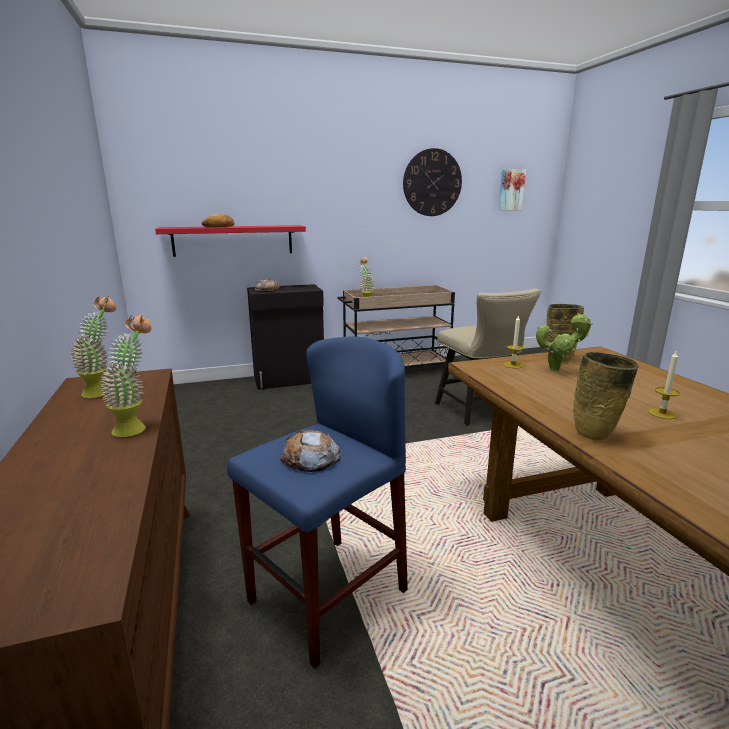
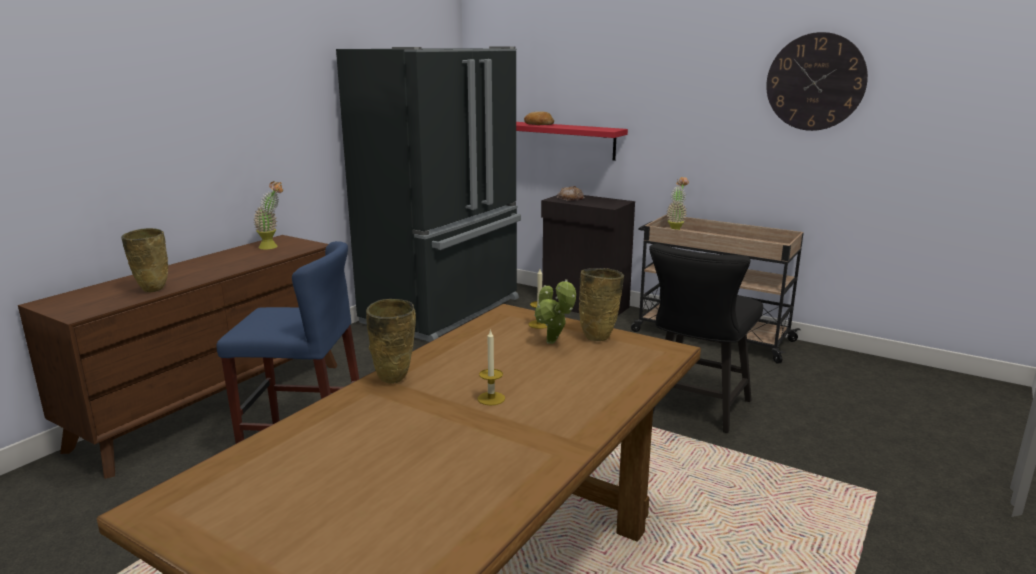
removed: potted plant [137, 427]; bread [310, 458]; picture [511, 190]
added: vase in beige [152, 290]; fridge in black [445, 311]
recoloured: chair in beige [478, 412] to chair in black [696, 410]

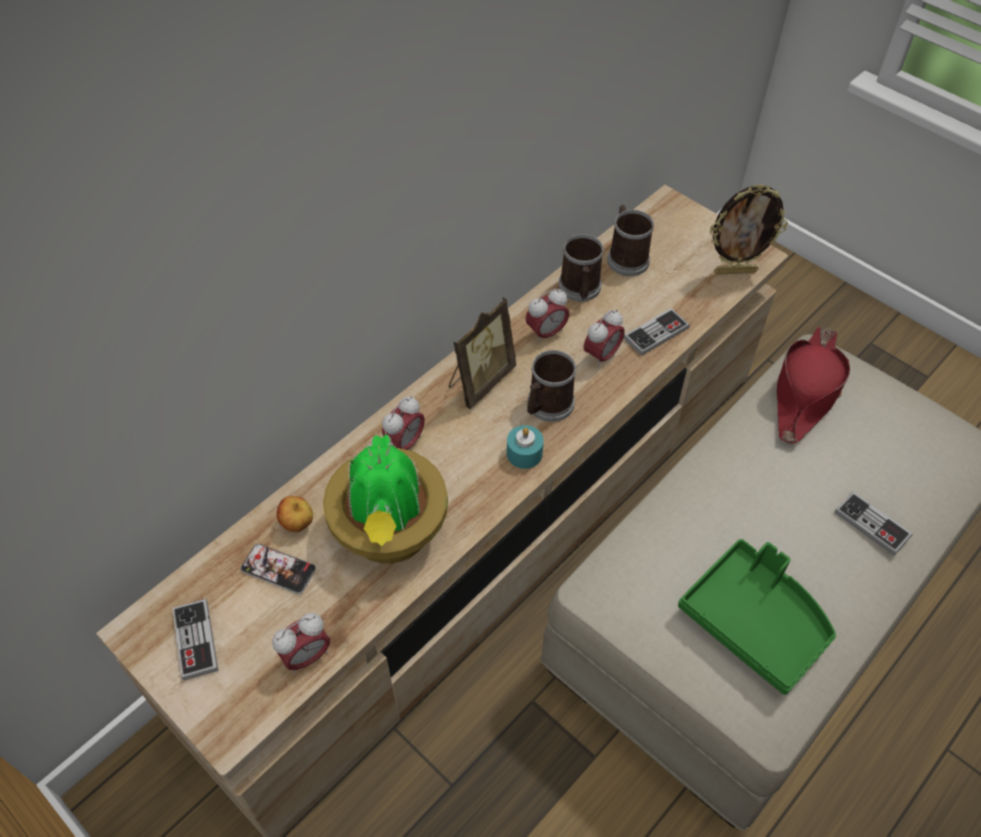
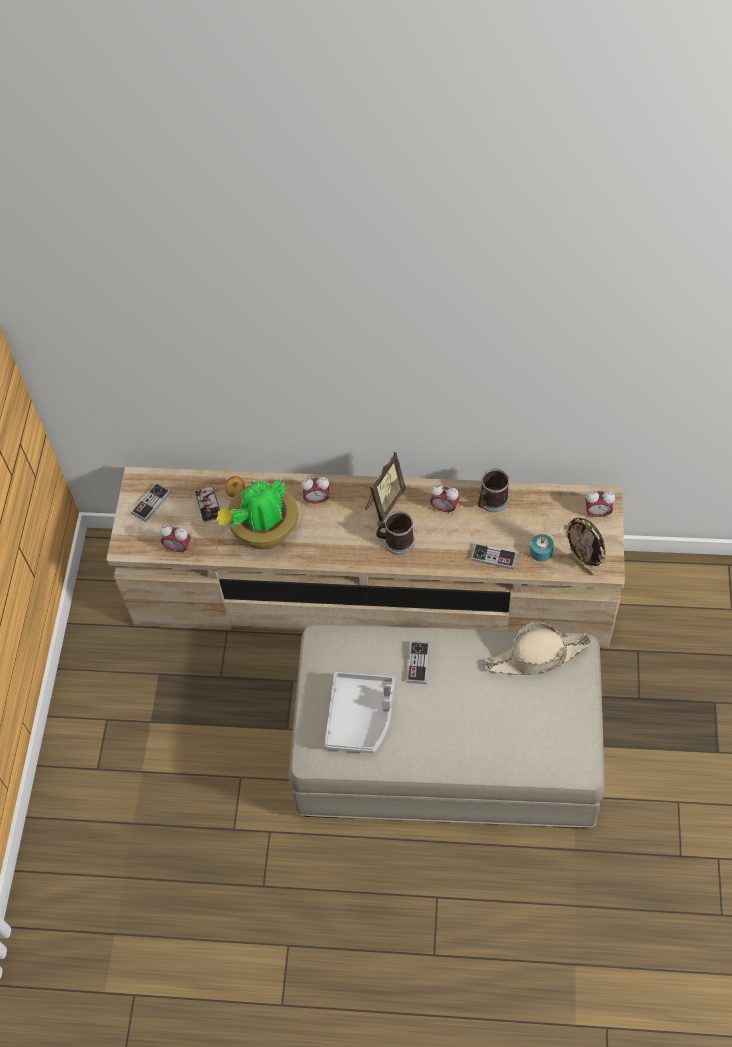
removed: mug [626, 257]
moved: game controller [872, 524] to [418, 663]; candle in turquoise [524, 453] to [541, 551]; alarm clock [601, 356] to [597, 513]
recoloured: tray in green [755, 621] to tray in grey [361, 717]; hat in red [805, 391] to hat in beige [537, 656]
turned: picture frame [479, 381] = [384, 502] 60 degrees counterclockwise

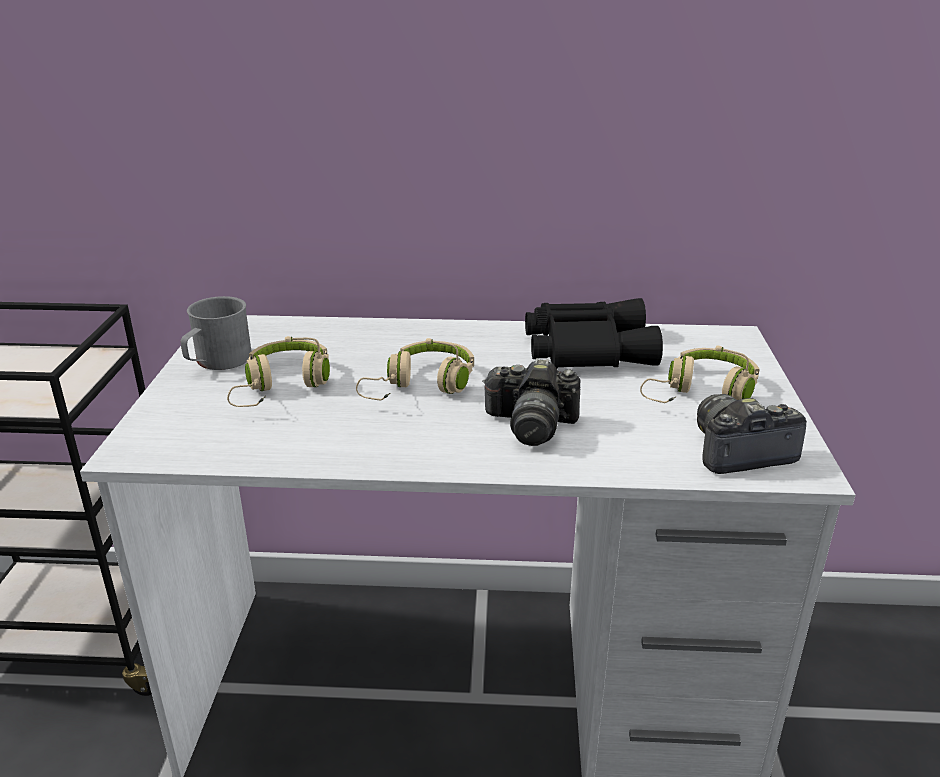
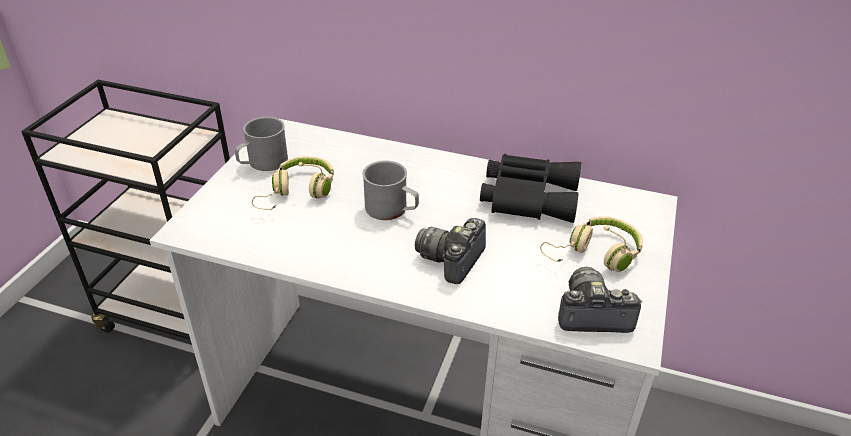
replaced: headphones in beige [422, 386] to mug in grey [392, 210]
turned: photo camera [531, 425] = [452, 260] 90 degrees clockwise

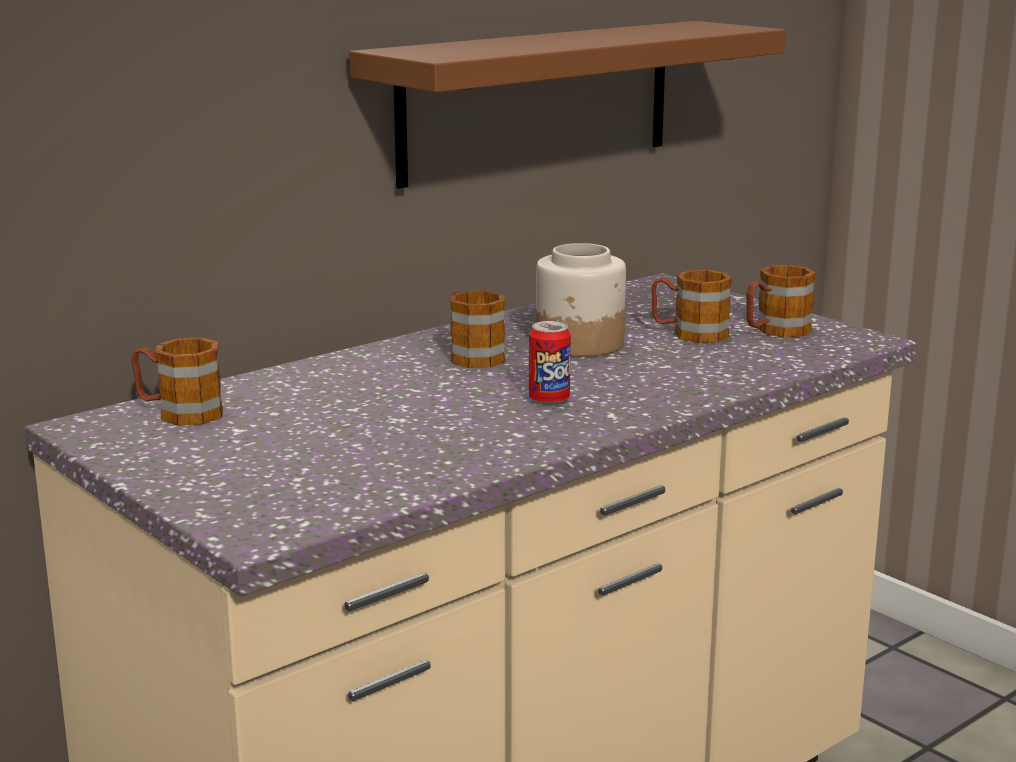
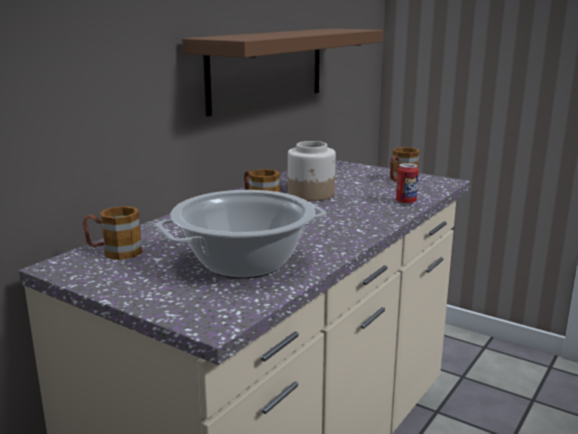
removed: mug [689, 334]
added: cooking pot [244, 263]
moved: can [549, 400] to [405, 202]

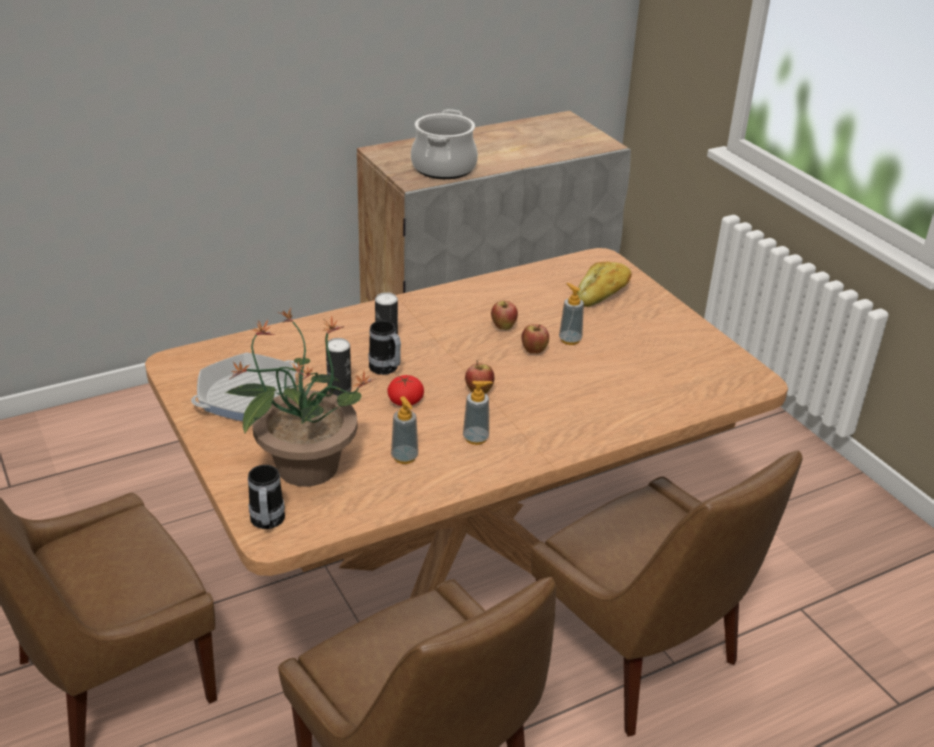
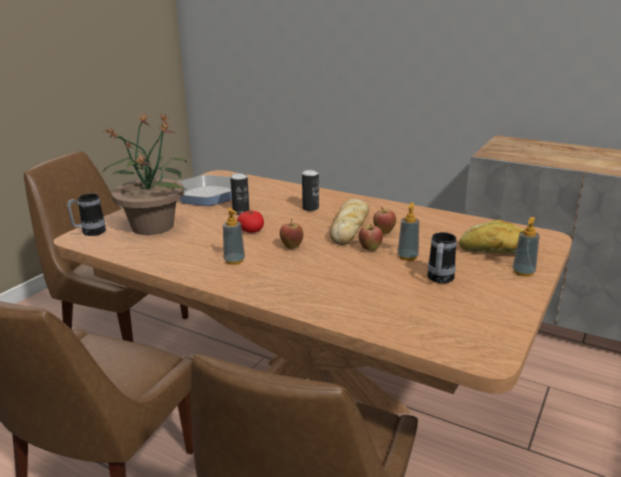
removed: cooking pot [443, 168]
added: bread [350, 227]
moved: mug [386, 370] to [439, 280]; soap dispenser [404, 457] to [523, 272]

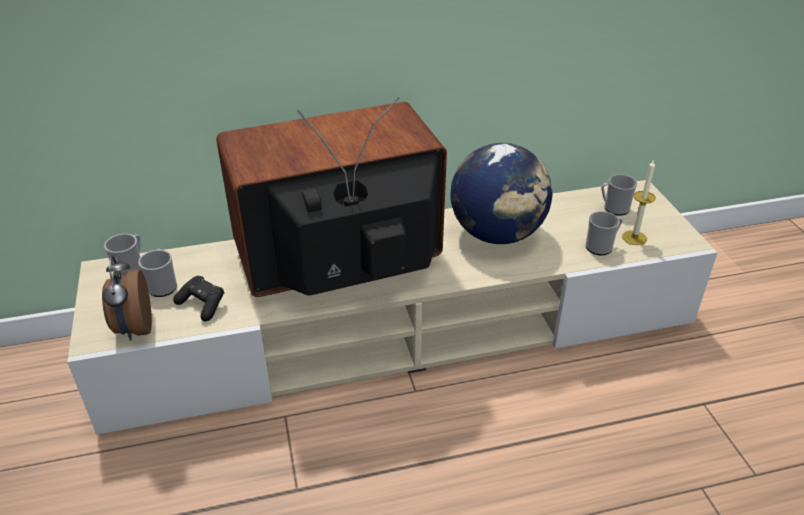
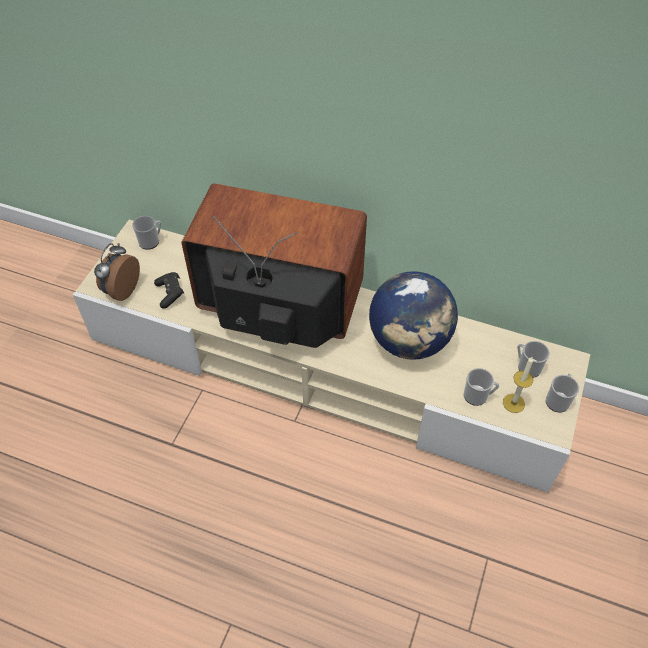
moved: mug [163, 285] to [558, 400]

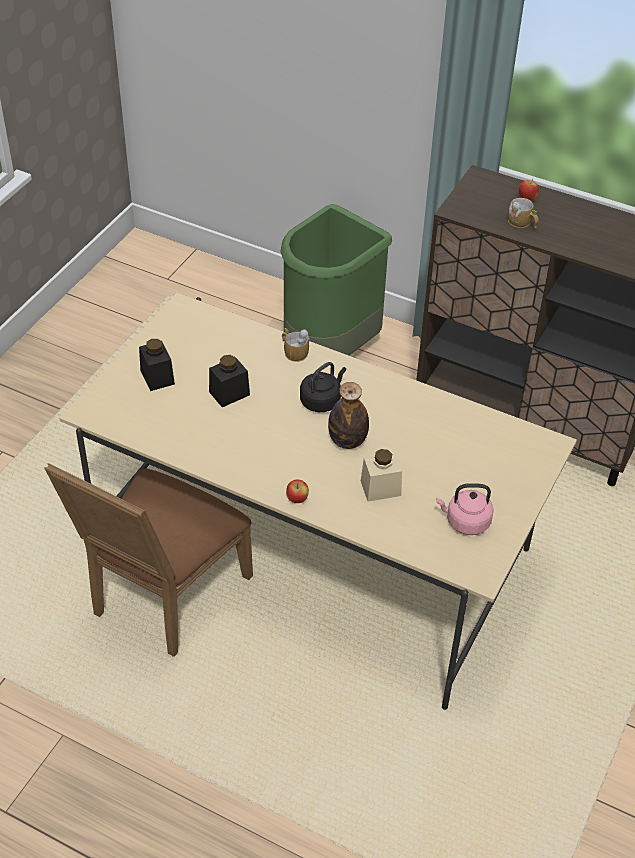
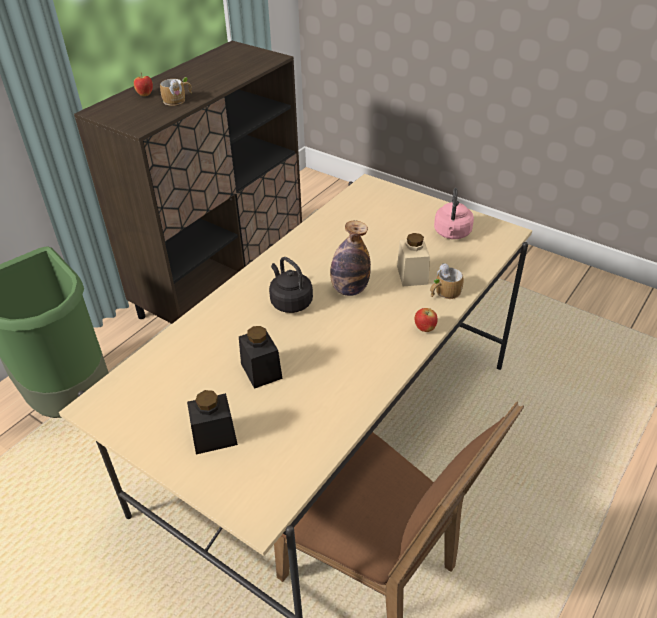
moved: mug [294, 351] to [444, 293]

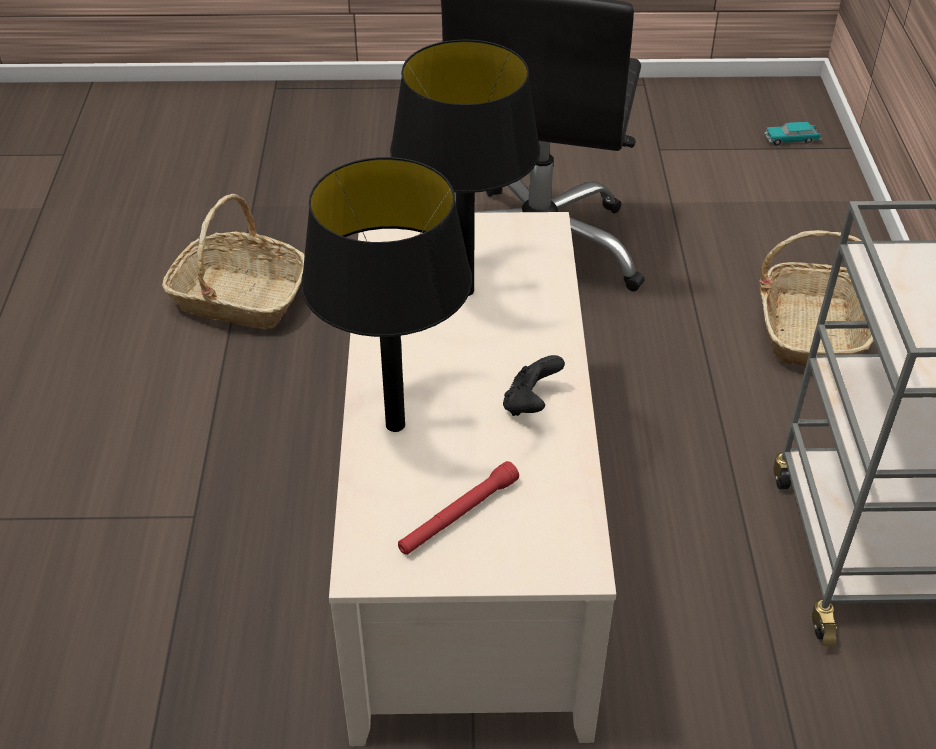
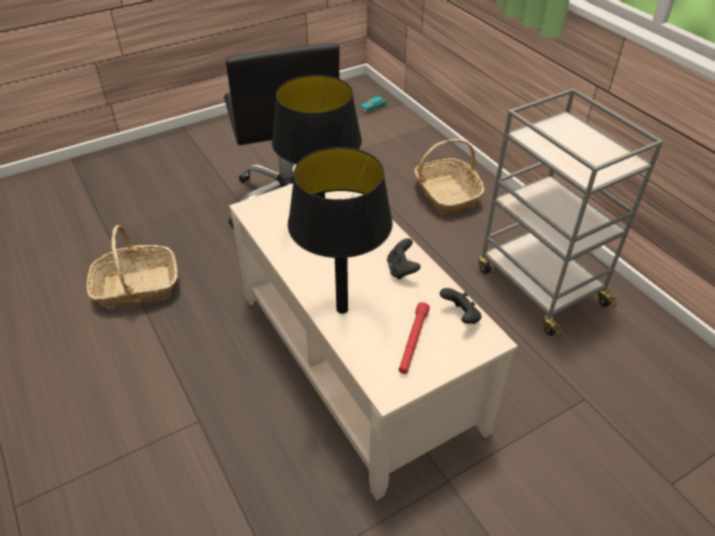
added: game controller in black [461, 316]

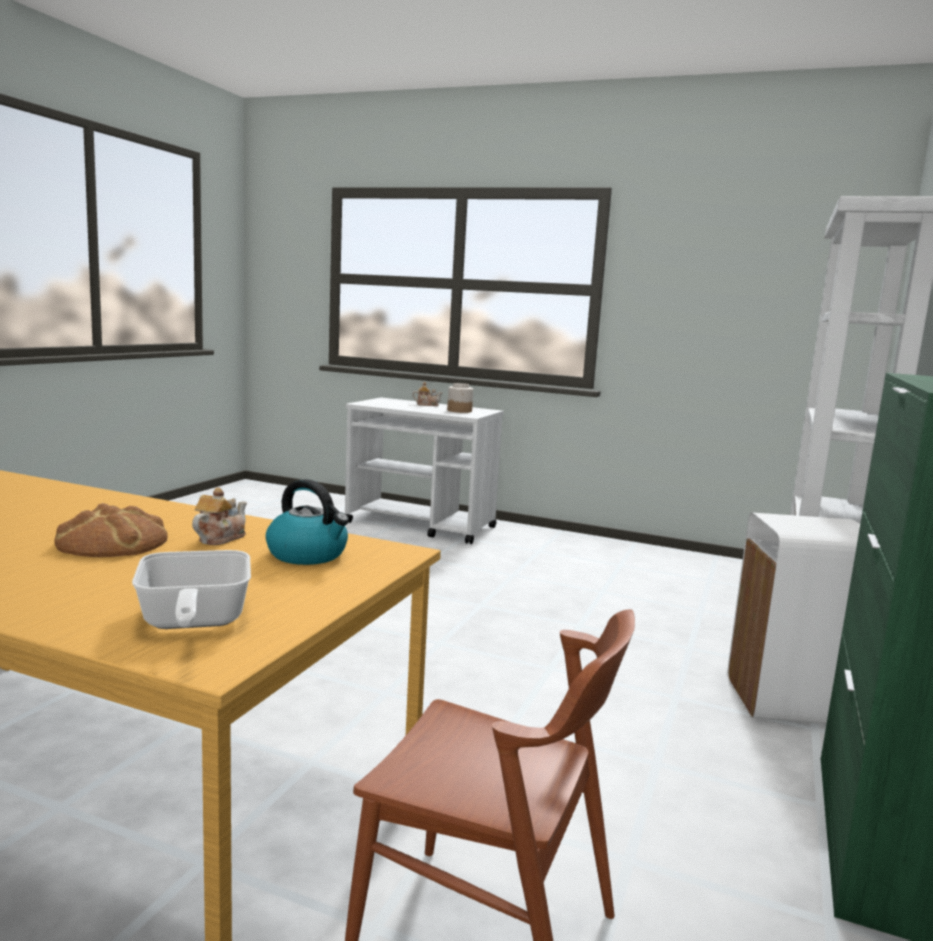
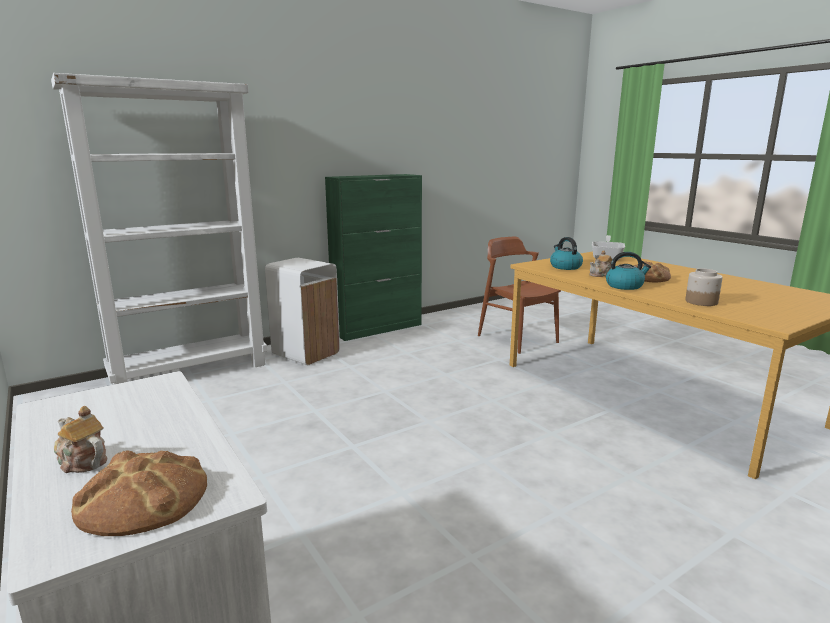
added: bread [143, 497]; kettle [625, 286]
moved: jar [459, 411] to [701, 302]

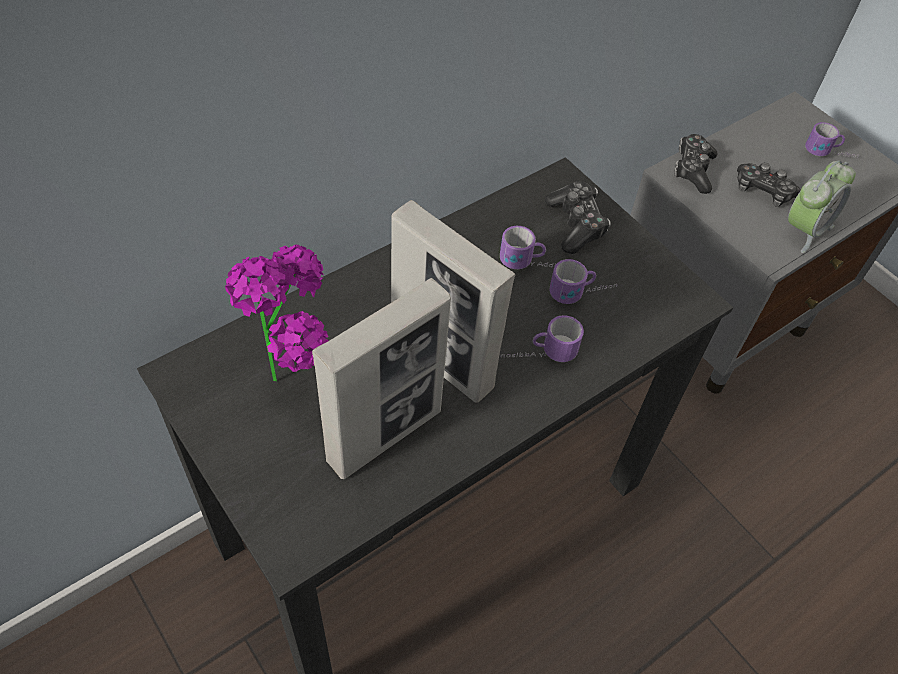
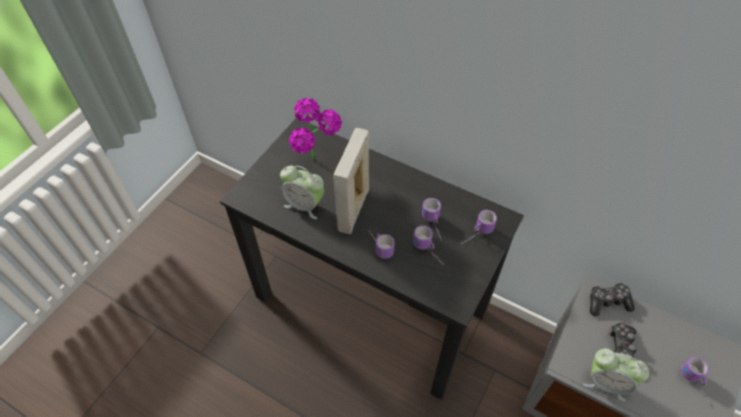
replaced: picture frame [385, 435] to alarm clock [304, 205]; game controller [576, 224] to mug [476, 235]

